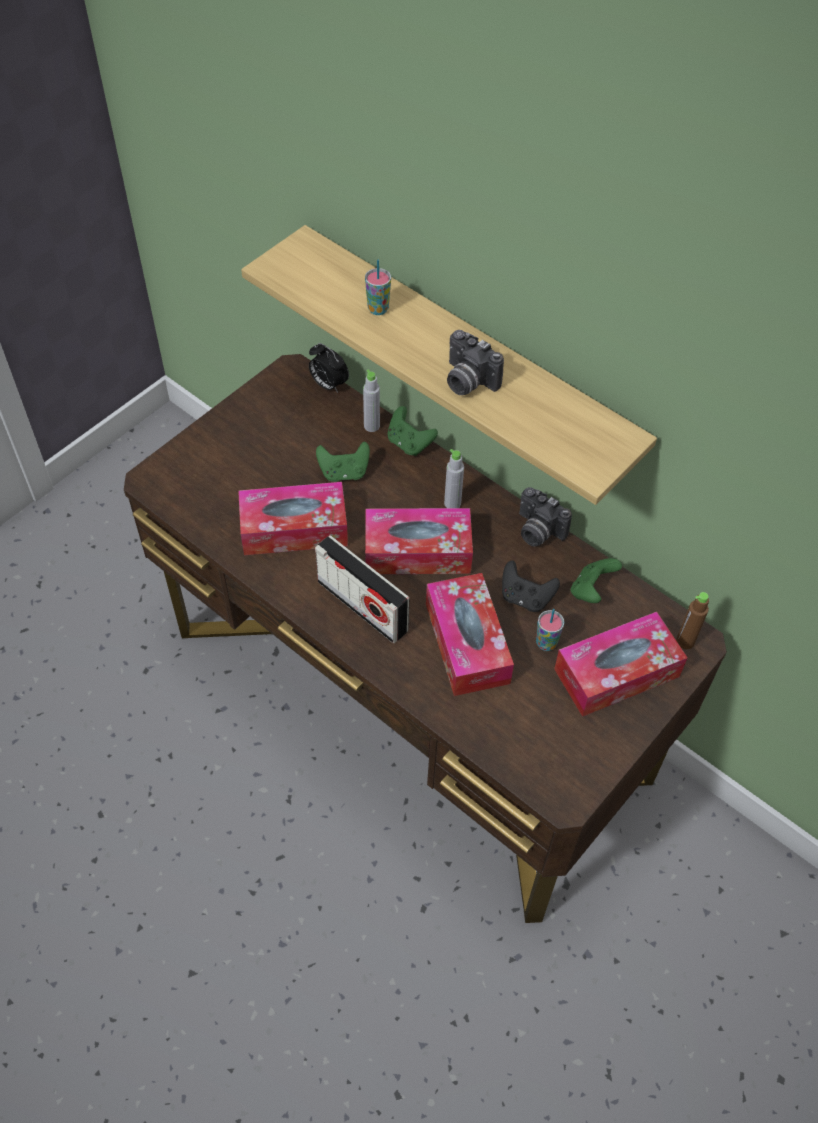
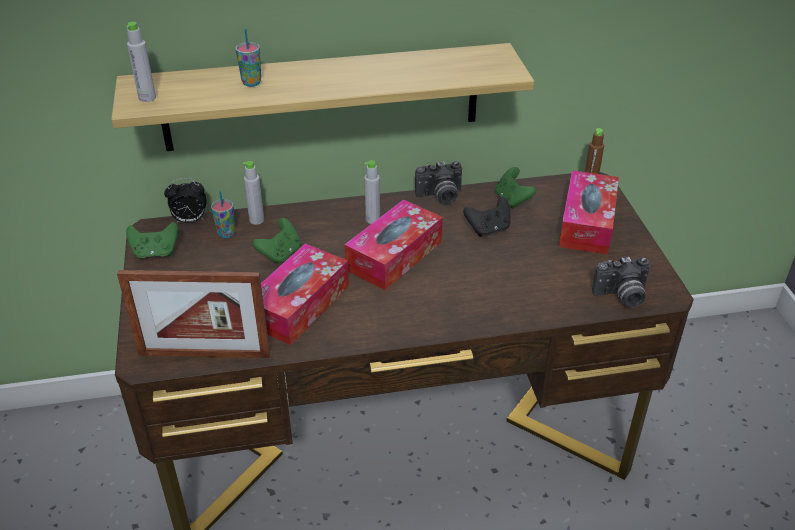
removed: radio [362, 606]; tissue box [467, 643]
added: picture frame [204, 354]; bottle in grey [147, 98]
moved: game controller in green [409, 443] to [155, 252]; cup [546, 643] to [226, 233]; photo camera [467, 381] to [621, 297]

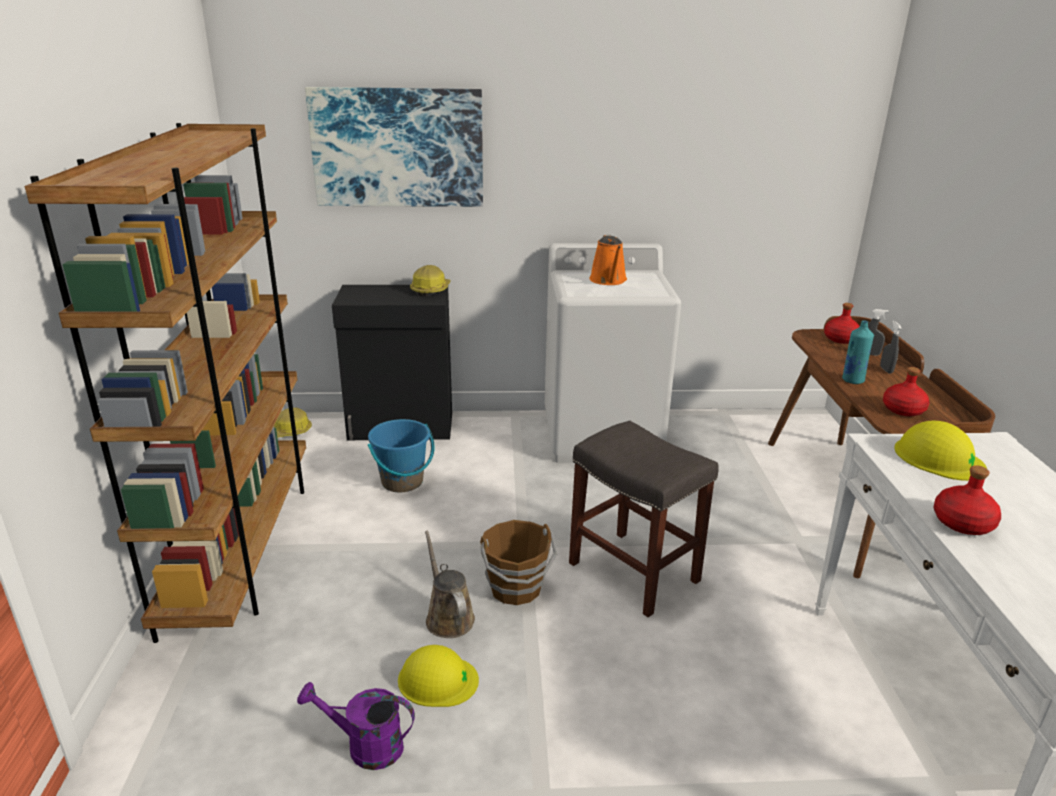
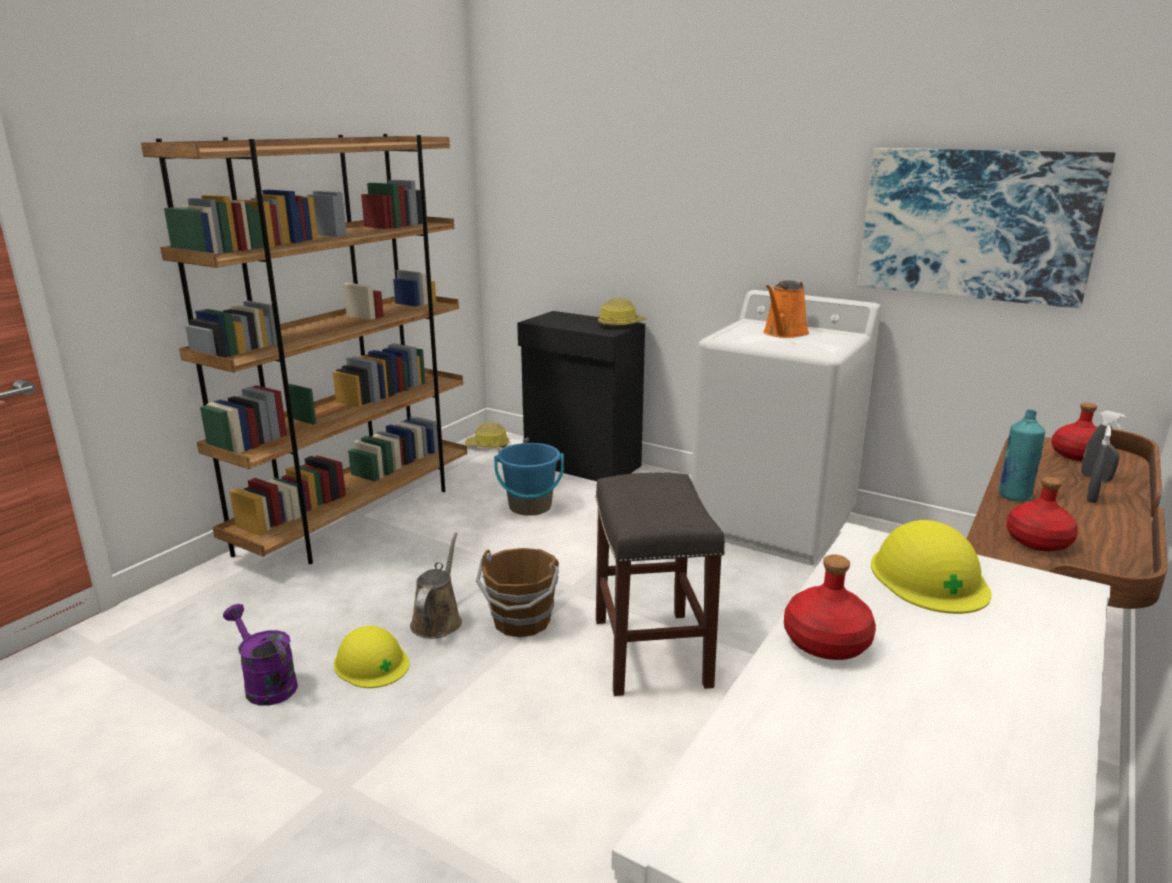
moved: picture [398, 148] to [975, 224]

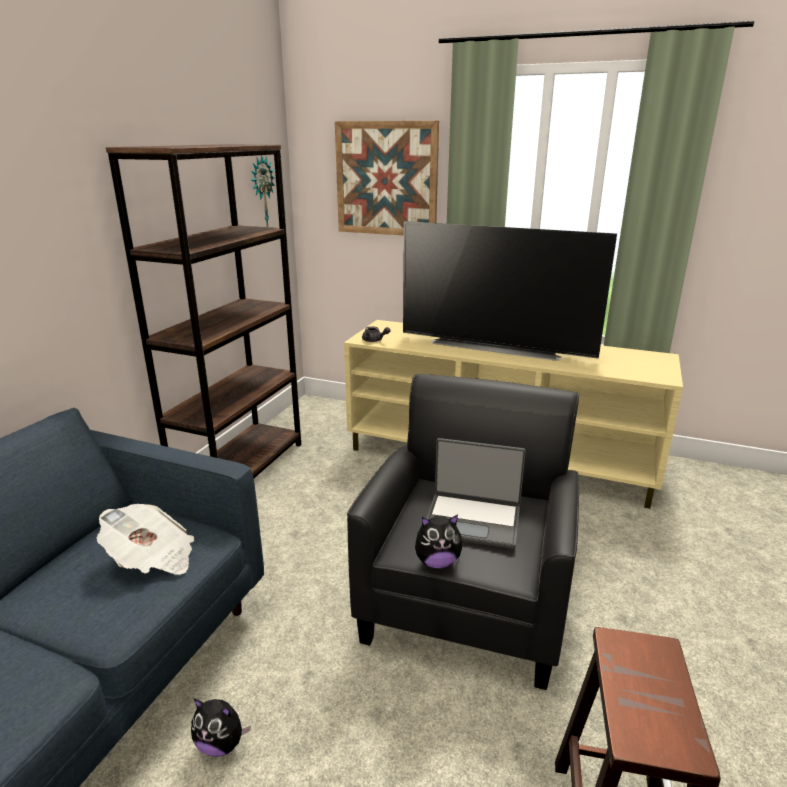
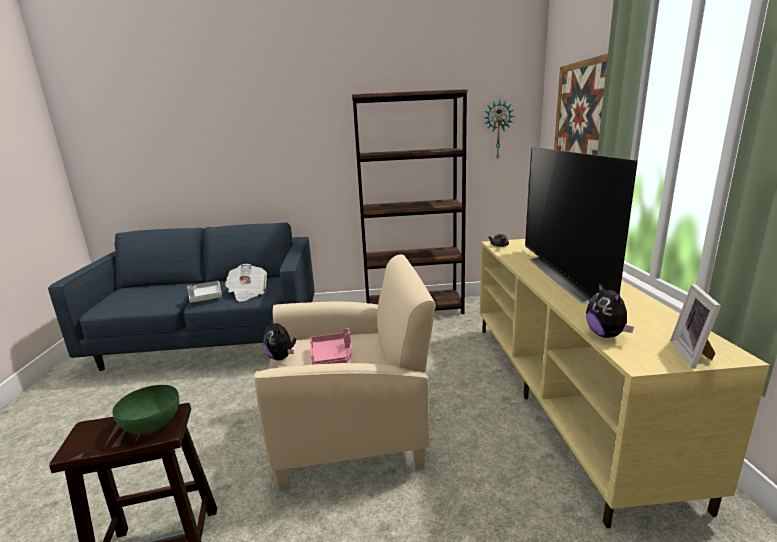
added: bowl in green [152, 422]; tray in grey [206, 297]; picture frame [693, 355]
moved: plush toy [221, 744] to [606, 335]
replaced: laptop [472, 520] to tray in pink [332, 356]
recoloured: armchair in black [467, 601] to armchair in beige [351, 429]

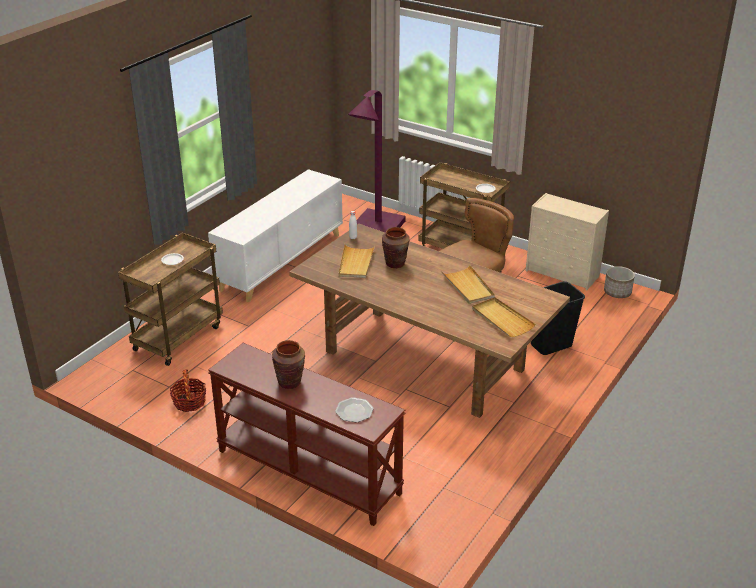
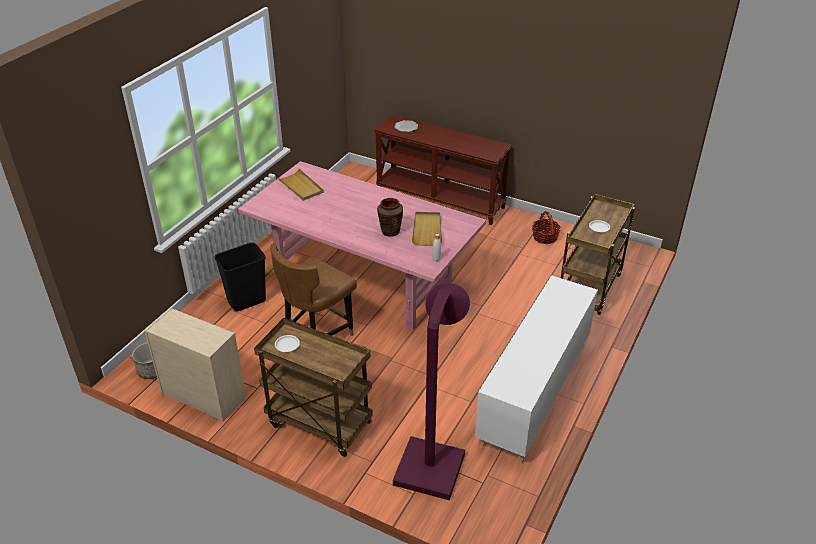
removed: vase in brown [290, 382]; tray in beige [468, 287]
recoloured: dining table in brown [425, 361] to dining table in pink [362, 280]

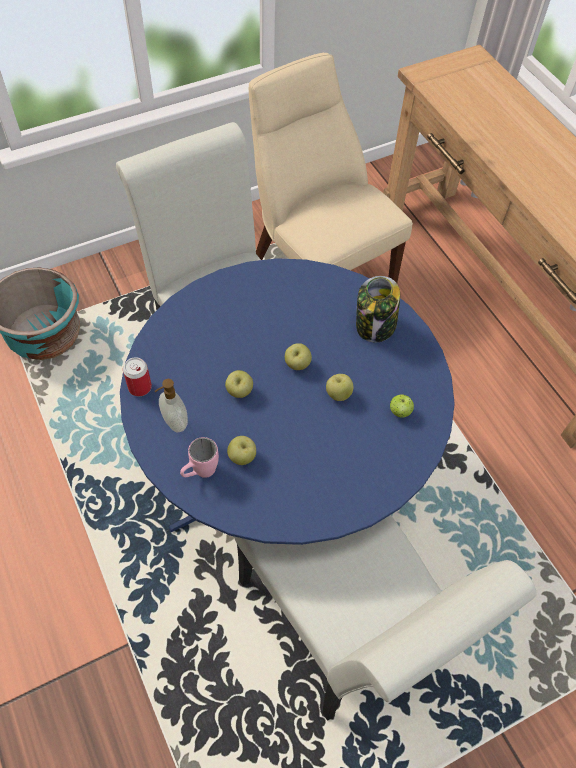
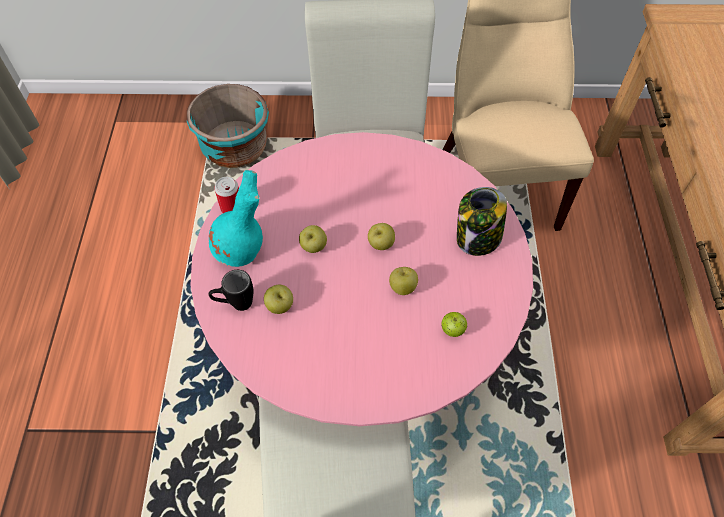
replaced: soap dispenser [174, 422] to vase in turquoise [241, 250]
recoloured: dining table in blue [282, 479] to dining table in pink [361, 353]; mug in pink [200, 473] to mug in black [235, 304]

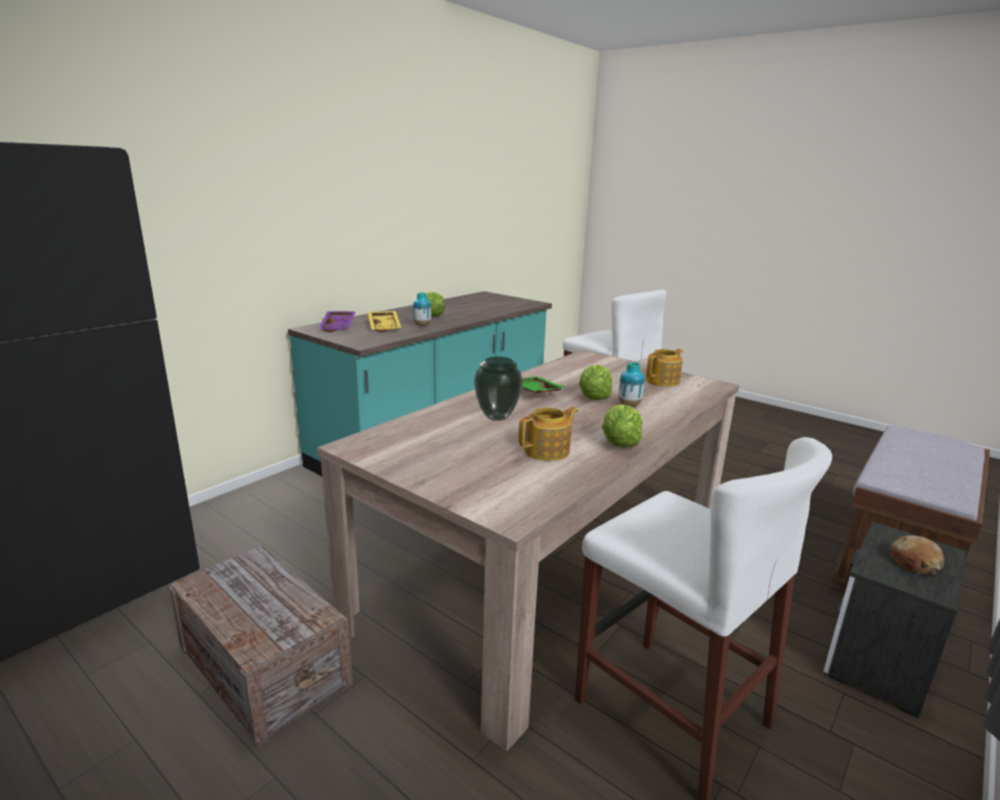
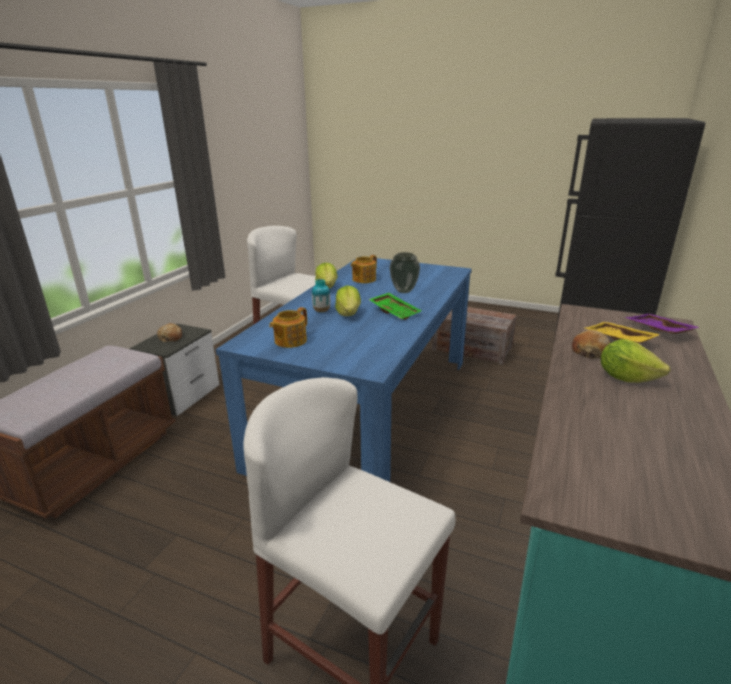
replaced: vase [422, 325] to bread [589, 351]
recoloured: dining table in beige [550, 567] to dining table in blue [368, 409]

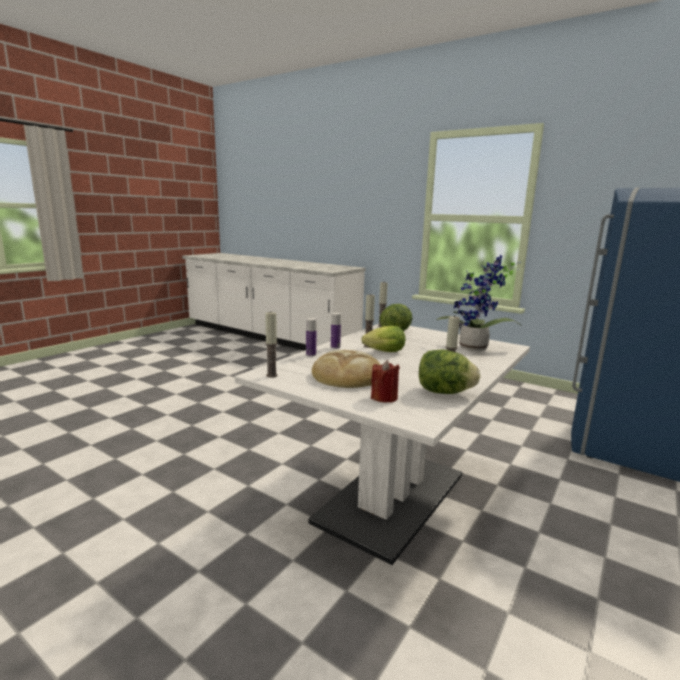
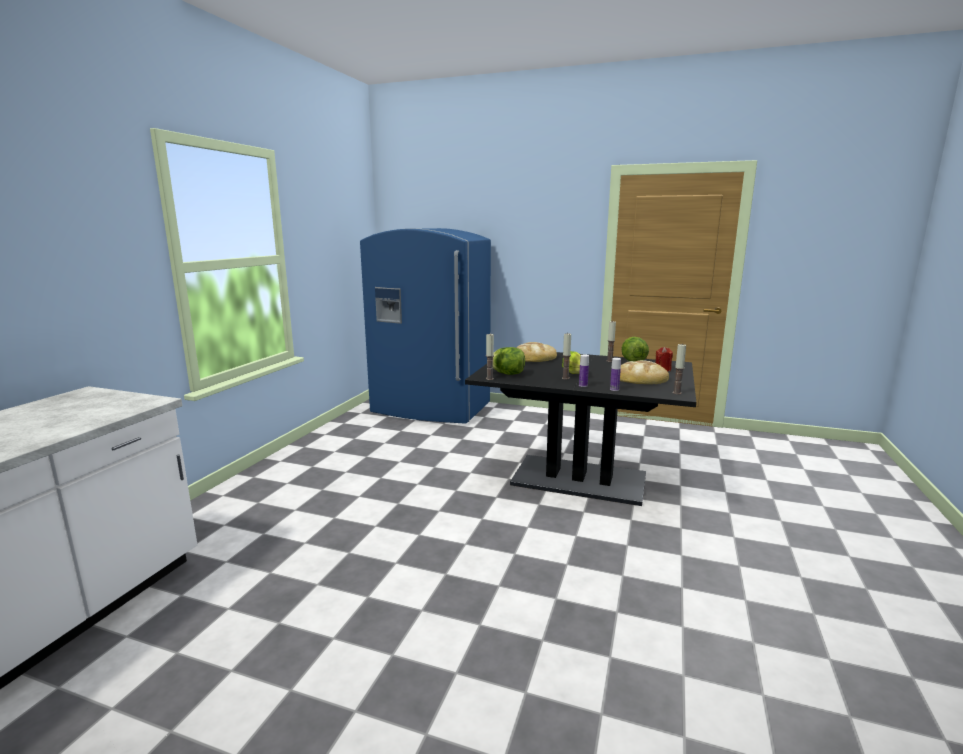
replaced: potted plant [475, 349] to bread [534, 357]
recoloured: dining table in white [391, 497] to dining table in black [579, 480]

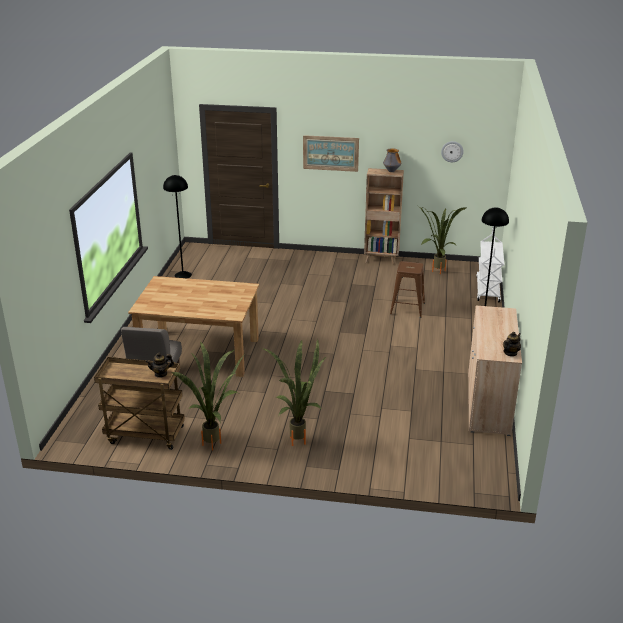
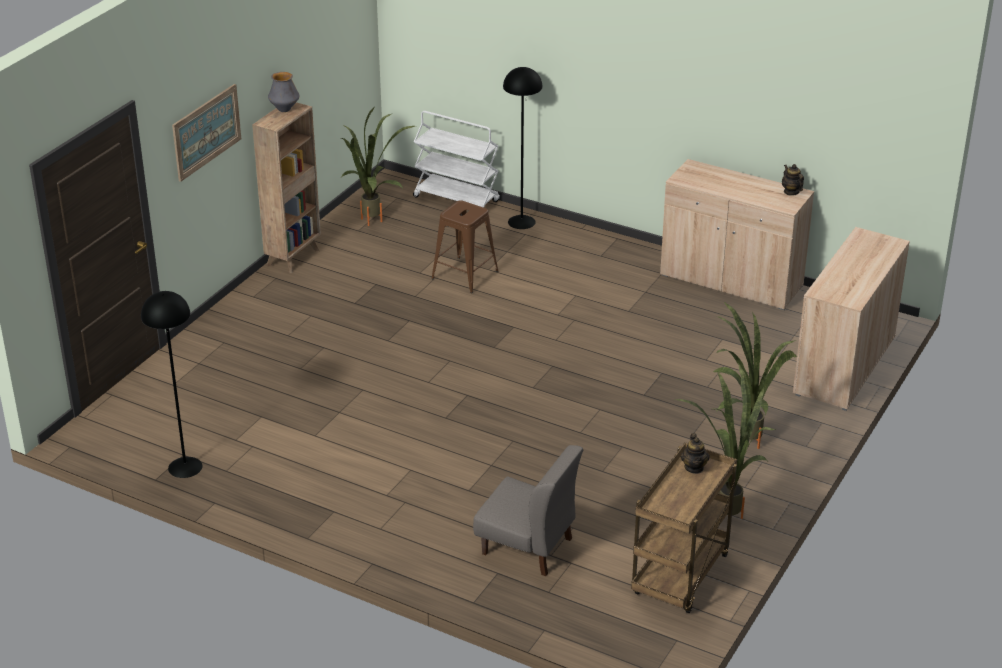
removed: dining table in brown [200, 352]; wall clock [452, 151]
added: cabinet in beige [844, 365]

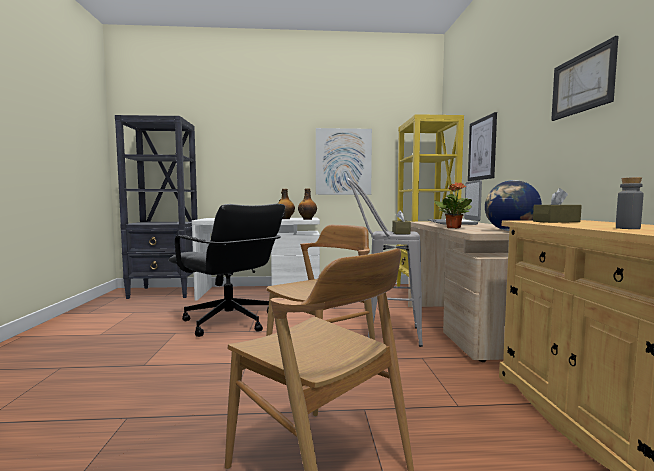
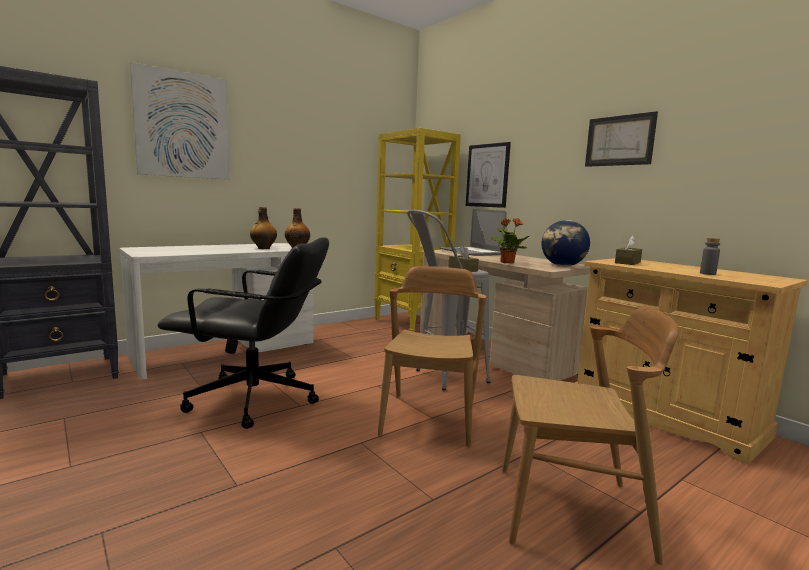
moved: picture [343, 161] to [183, 125]

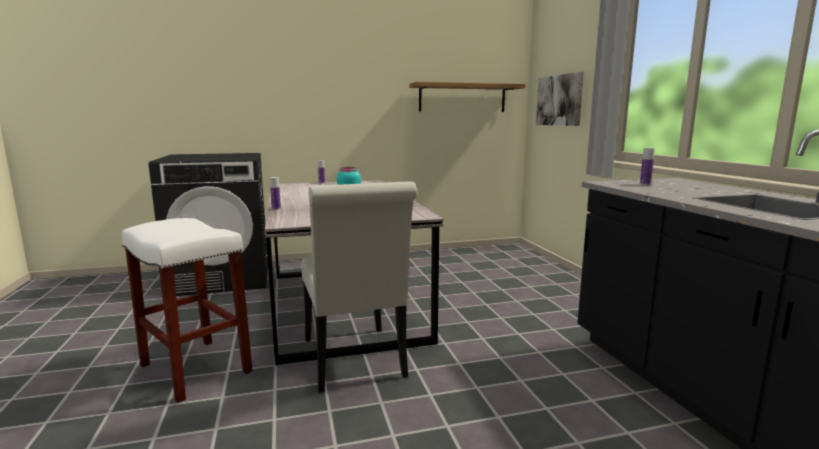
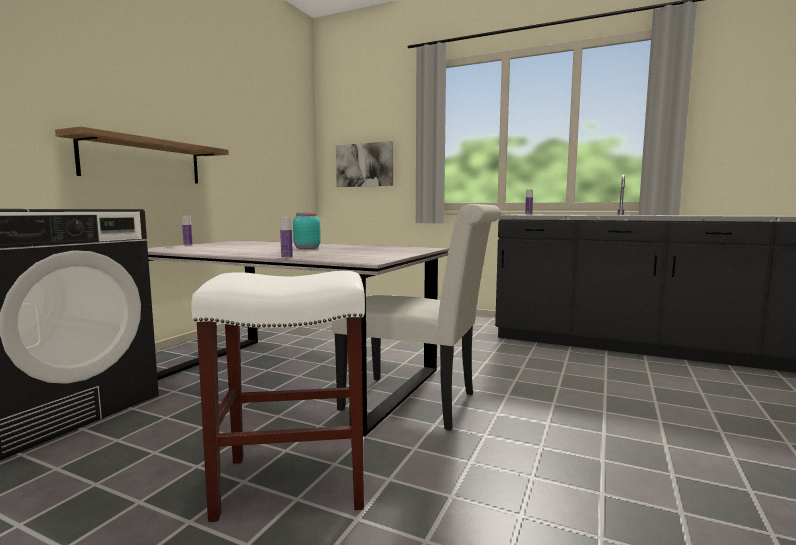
moved: shelf [462, 98] to [143, 161]

